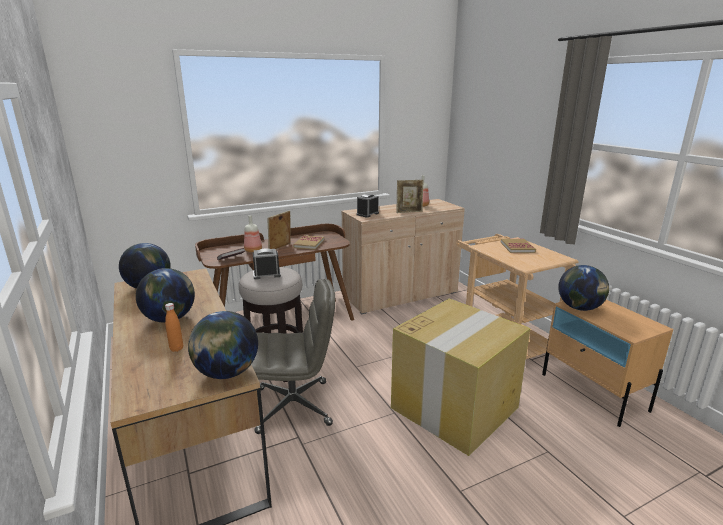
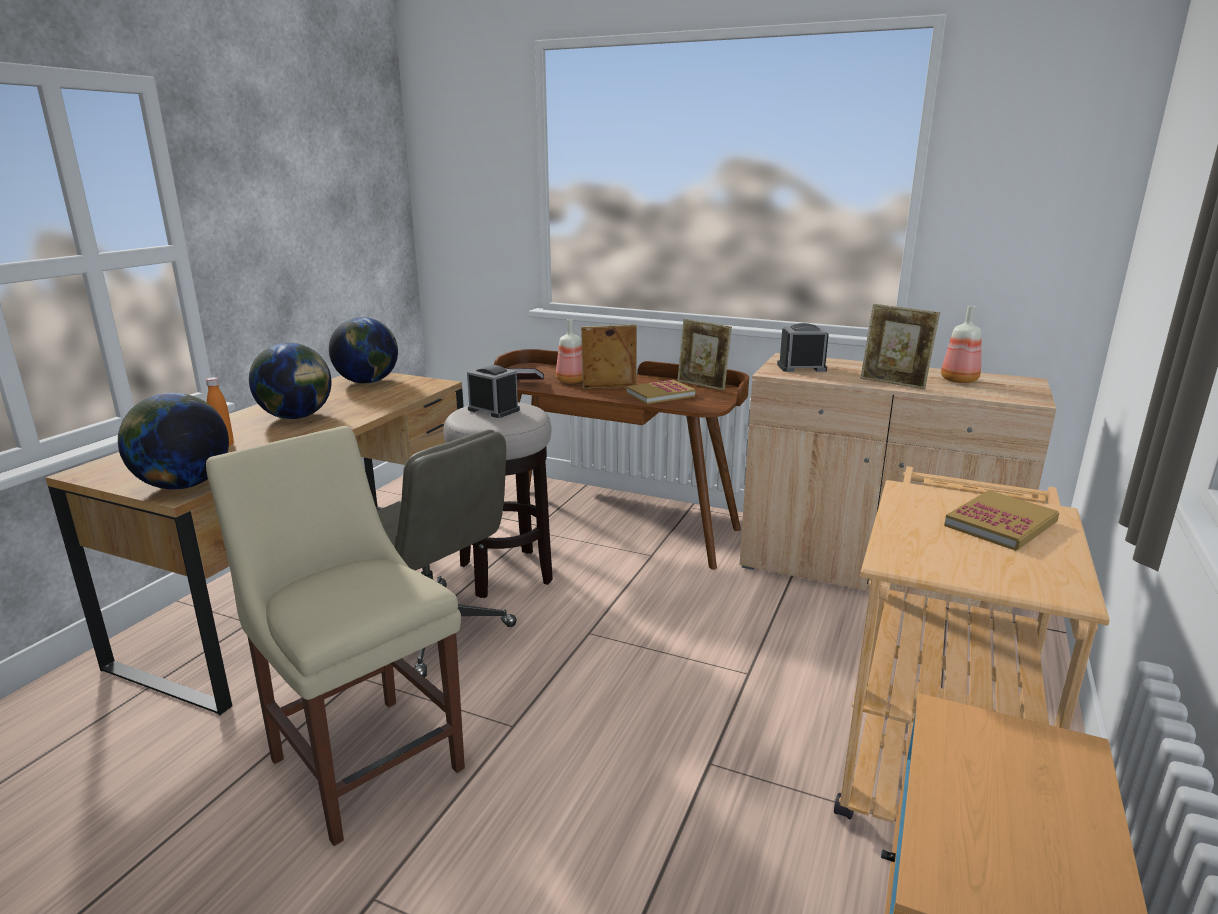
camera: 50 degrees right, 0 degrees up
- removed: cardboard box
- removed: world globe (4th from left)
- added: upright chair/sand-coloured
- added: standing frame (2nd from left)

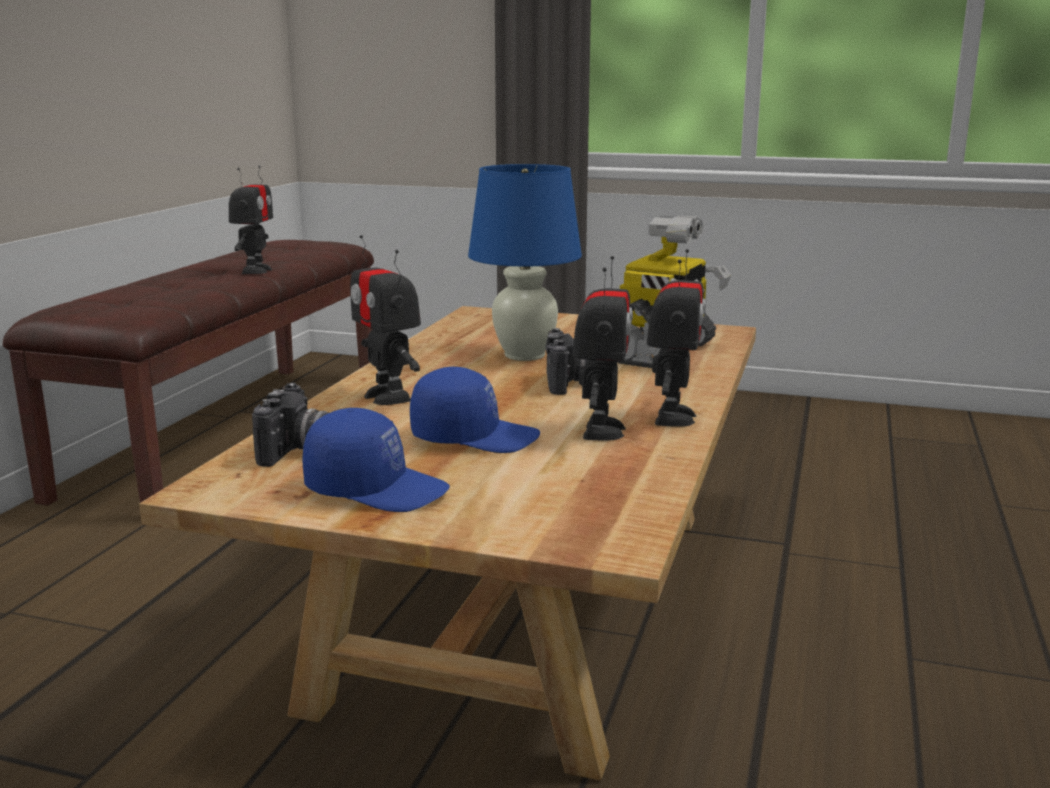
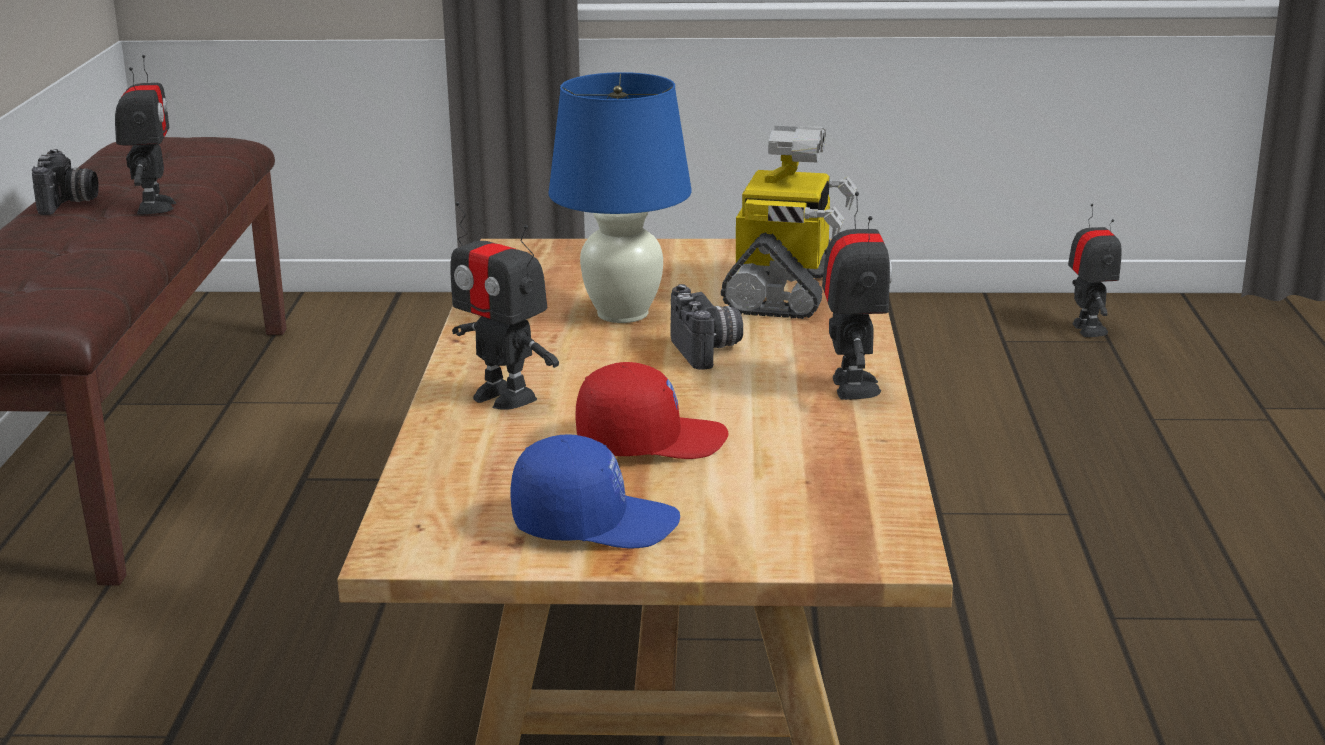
camera: 15 degrees left, 5 degrees up
- moved: still camera (1st from left)
- recoloured: peaked cap/blue (2nd from left) to peaked cap/red-coloured
- moved: toy robot (3rd from left in the first image) to toy robot (5th from left)

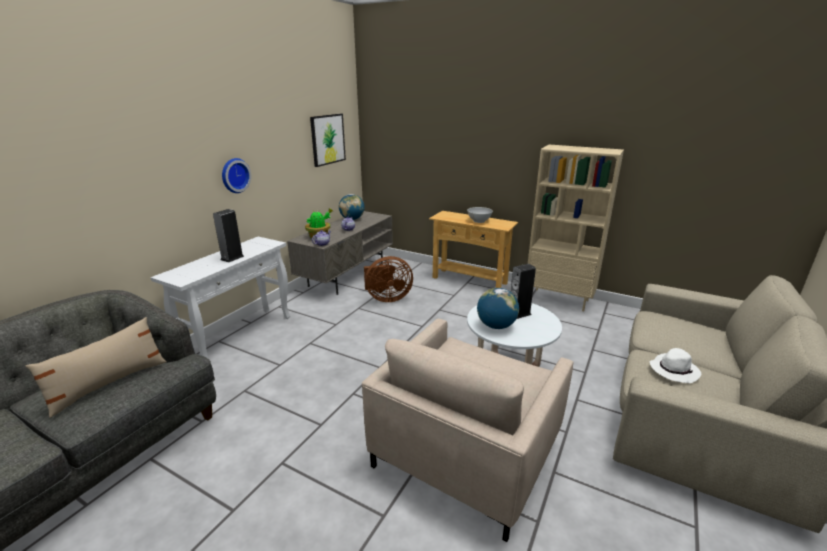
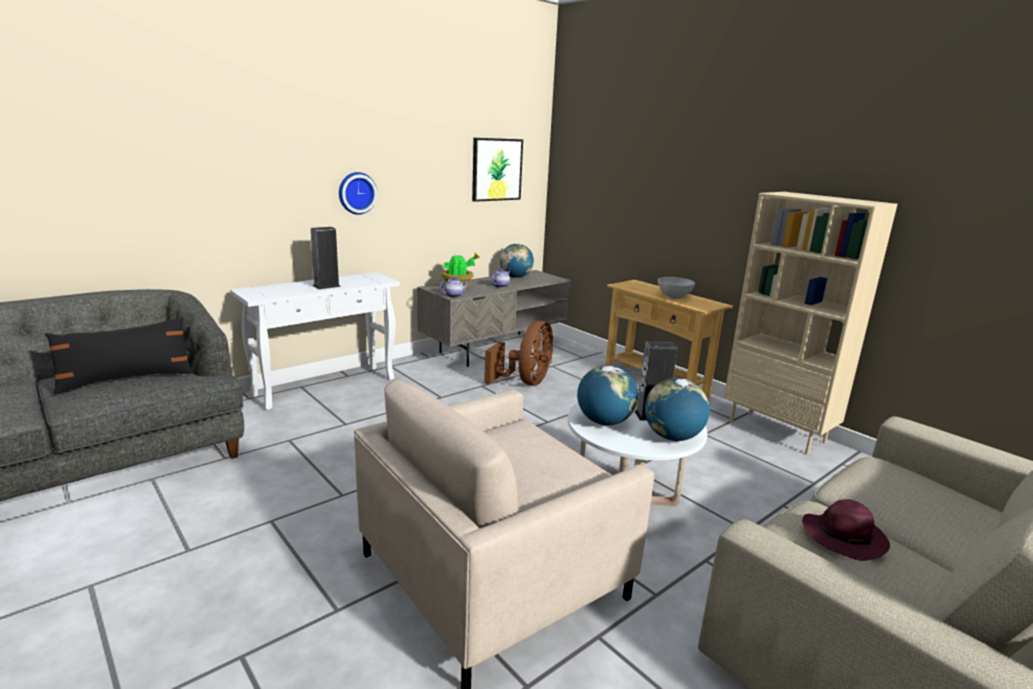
camera: 20 degrees right, 5 degrees down
- recoloured: pillow/sand-coloured to pillow/black-coloured
- turned: electric fan/brown-coloured 75 degrees counterclockwise
- recoloured: hat/white to hat/purple-coloured
- added: world globe (3rd from left)

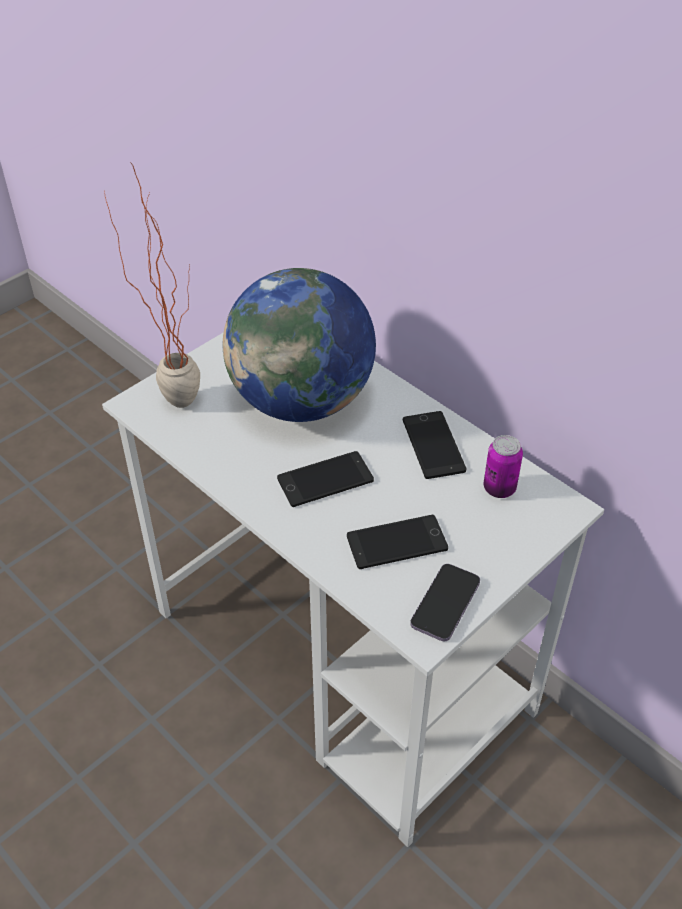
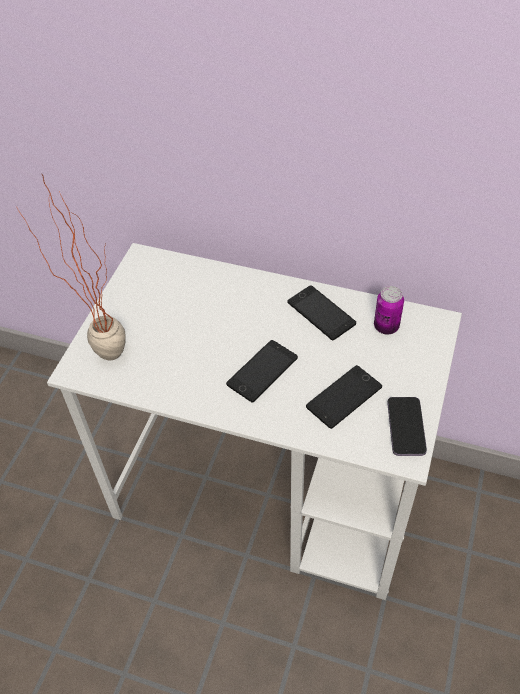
camera: 25 degrees left, 5 degrees up
- removed: world globe

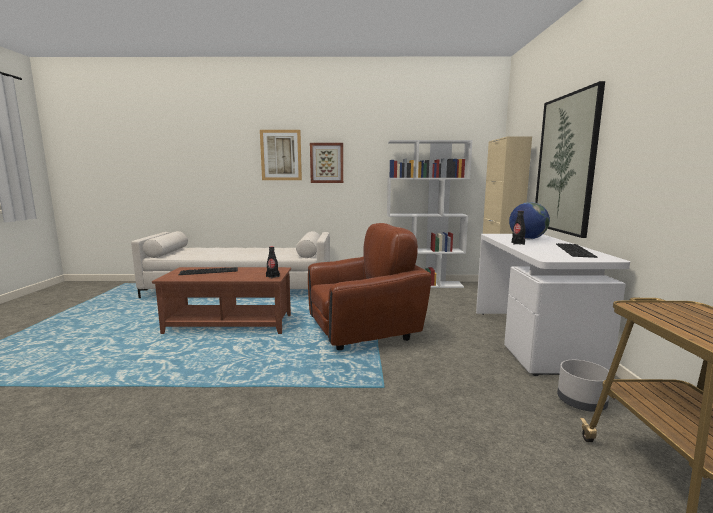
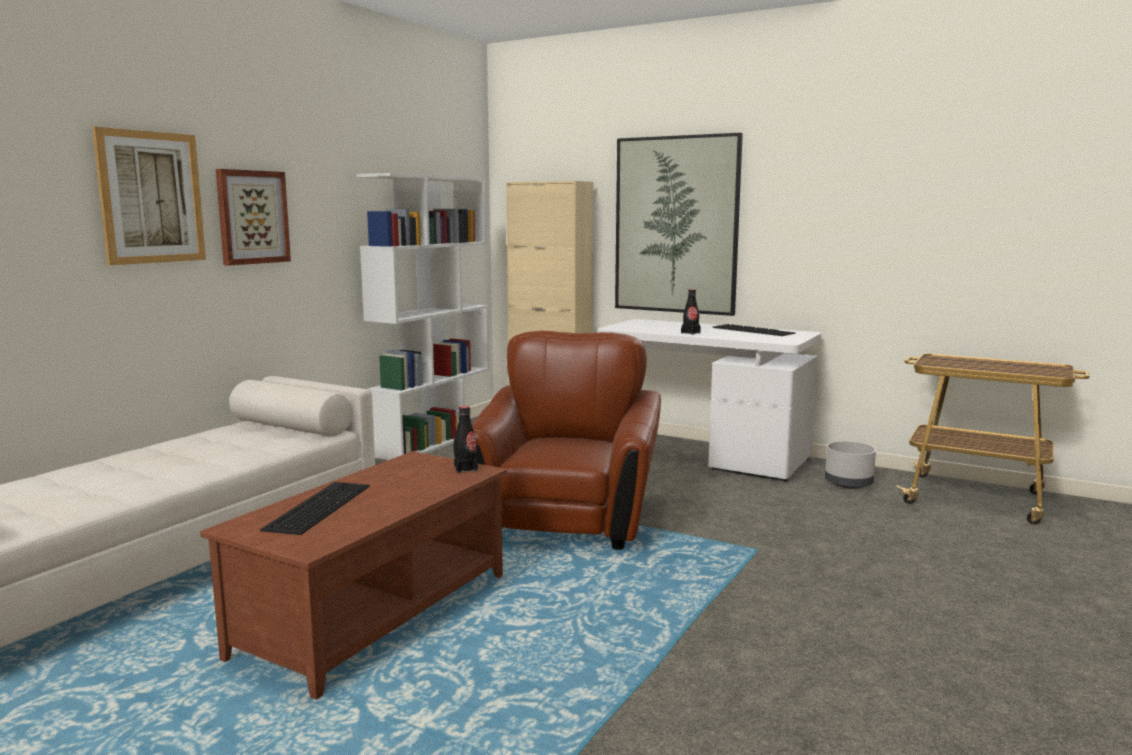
camera: 60 degrees left, 0 degrees up
- removed: world globe

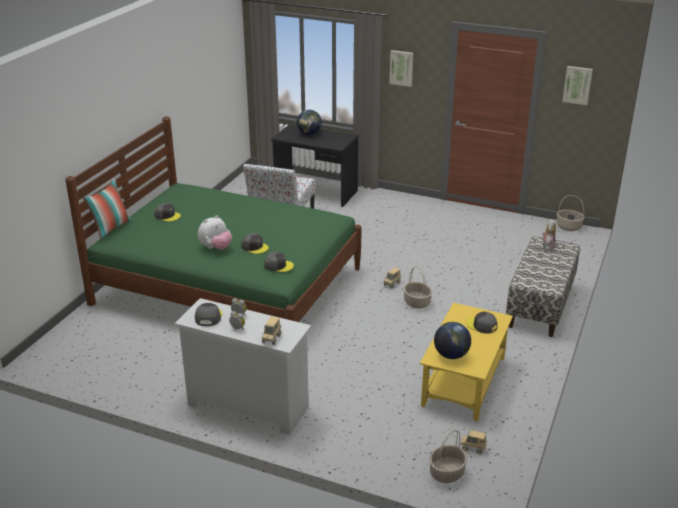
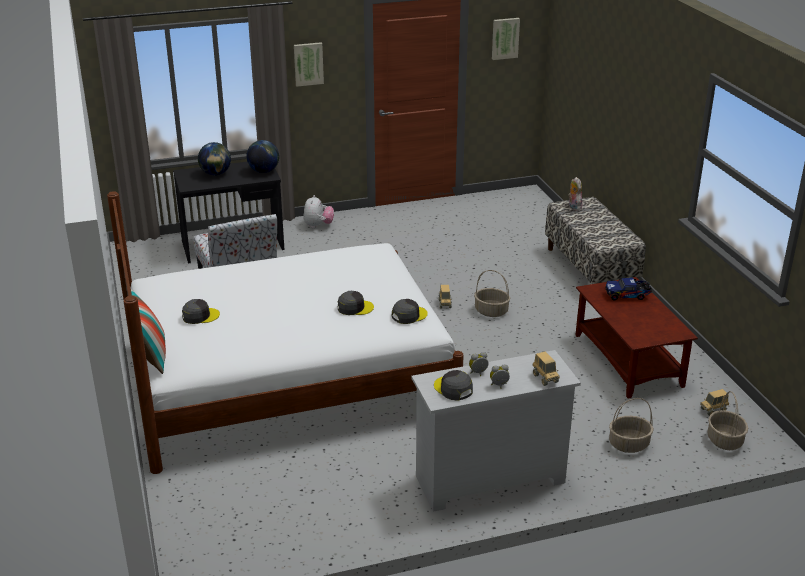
camera: 40 degrees left, 0 degrees up
- recoloured: bedroom bed/greenish to bedroom bed/white
- moved: plush toy (1st from left)
- recoloured: lounge table/yellow to lounge table/brown-coloured
- moved: world globe (2nd from left)
- replaced: peaked cap/greyish (5th from left) to model truck (3rd from left)
- moved: household basket (3rd from left in the first image) to household basket (2nd from left)

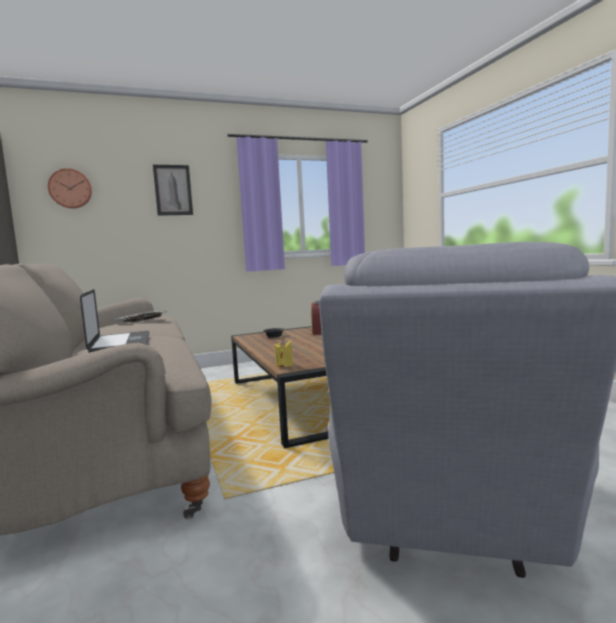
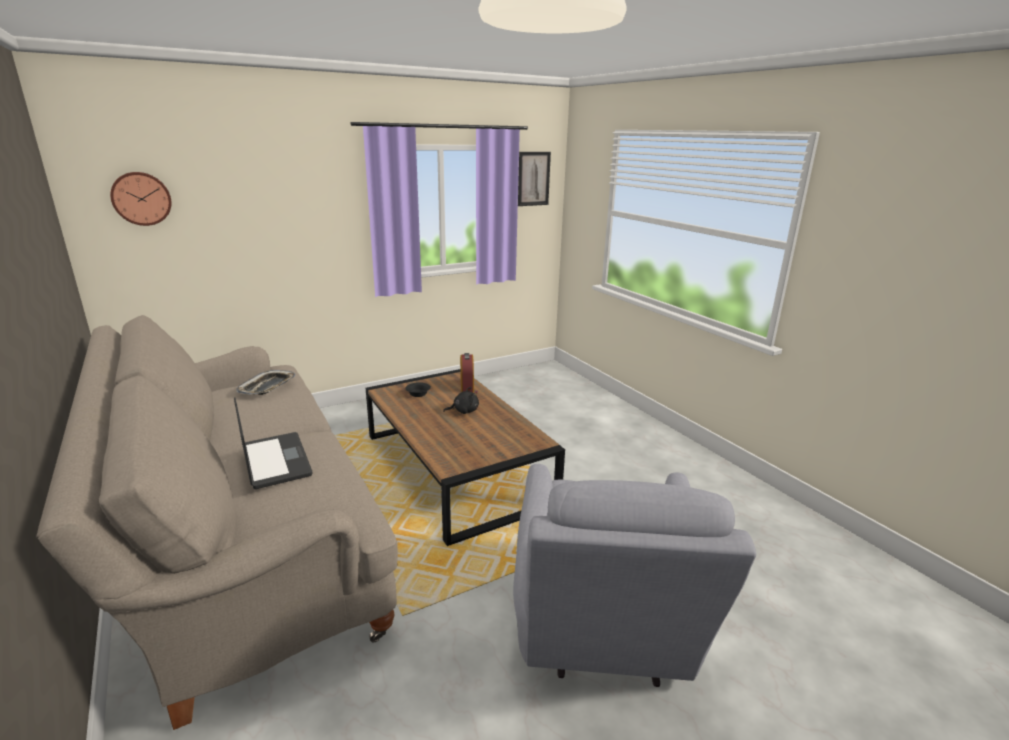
camera: 10 degrees left, 15 degrees up
- moved: picture
- removed: wax candle/yellow
- added: plush toy/black-coloured

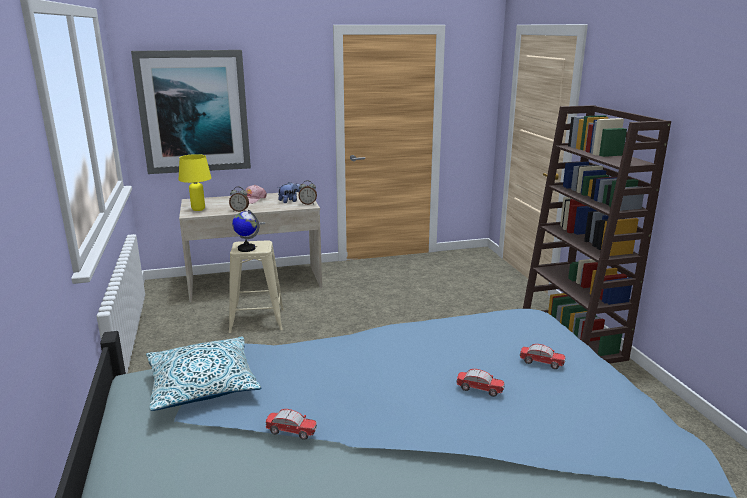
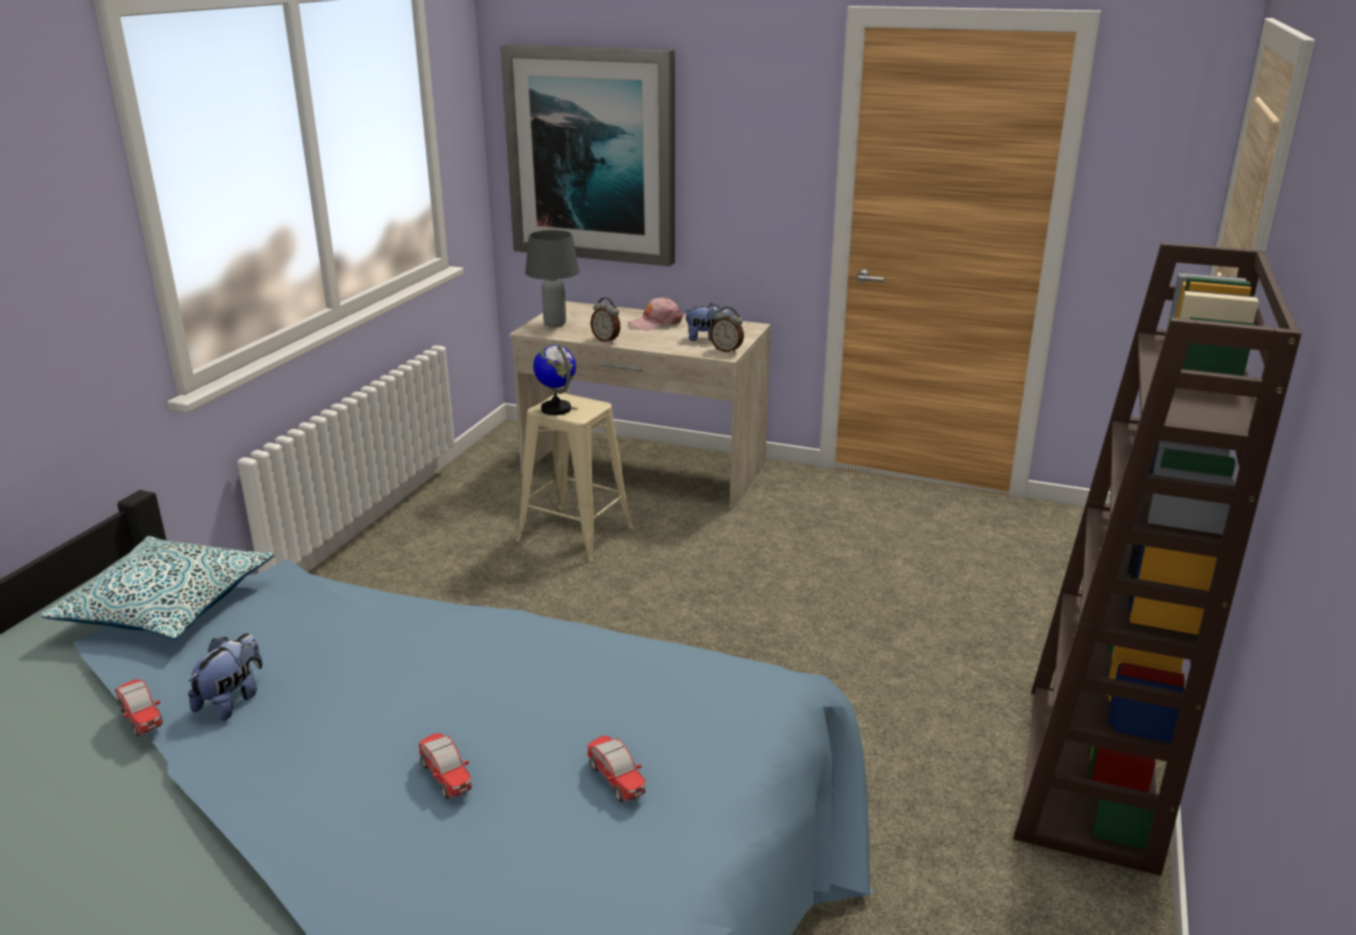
camera: 35 degrees right, 5 degrees up
- recoloured: table lamp/yellow to table lamp/greyish
- added: plush toy (1st from left)

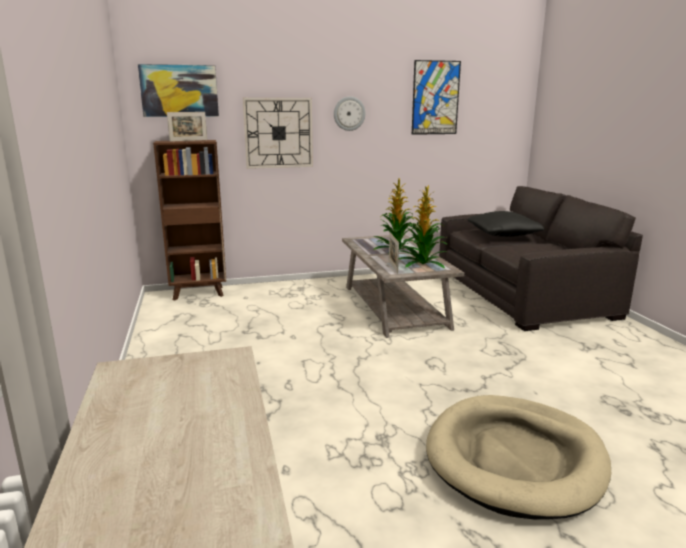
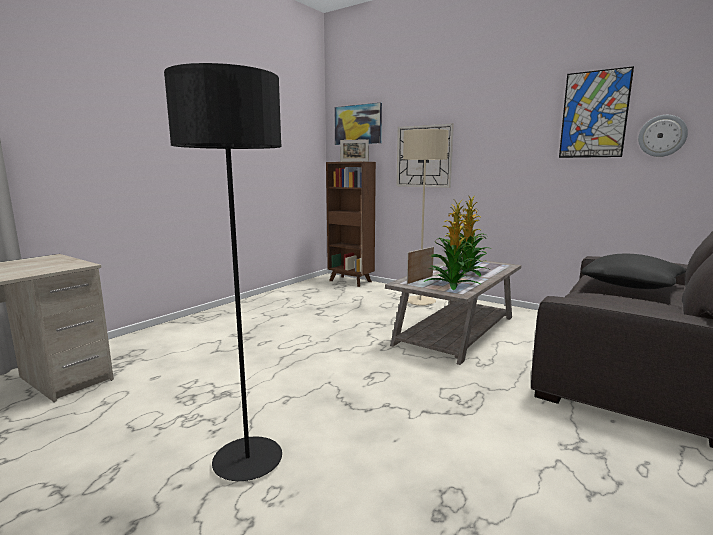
camera: 50 degrees right, 5 degrees down
- moved: clock on the wall (2nd from left)
- replaced: pet bed/sand-coloured to floor lamp/black-coloured
- added: floor lamp/sand-coloured

